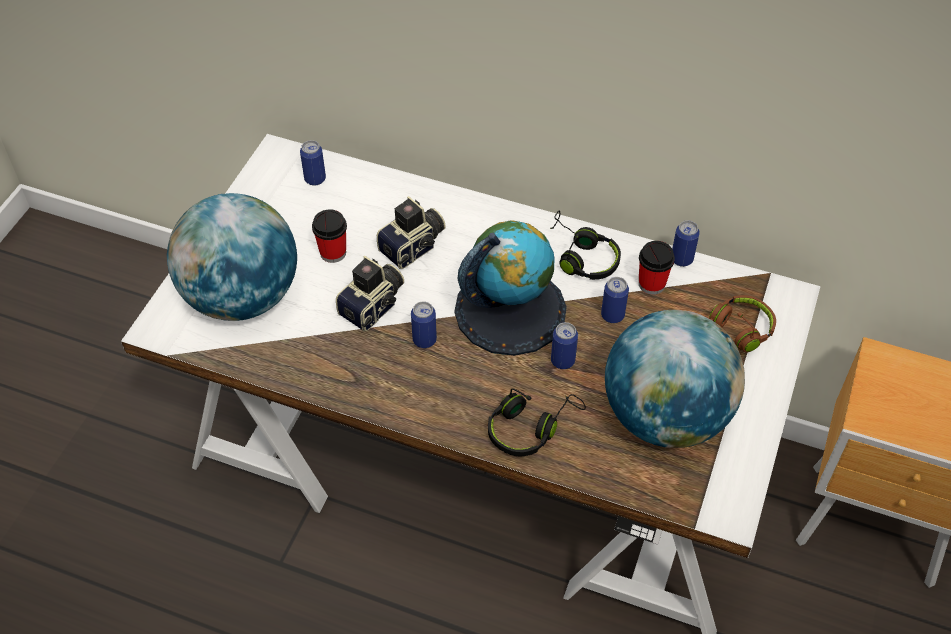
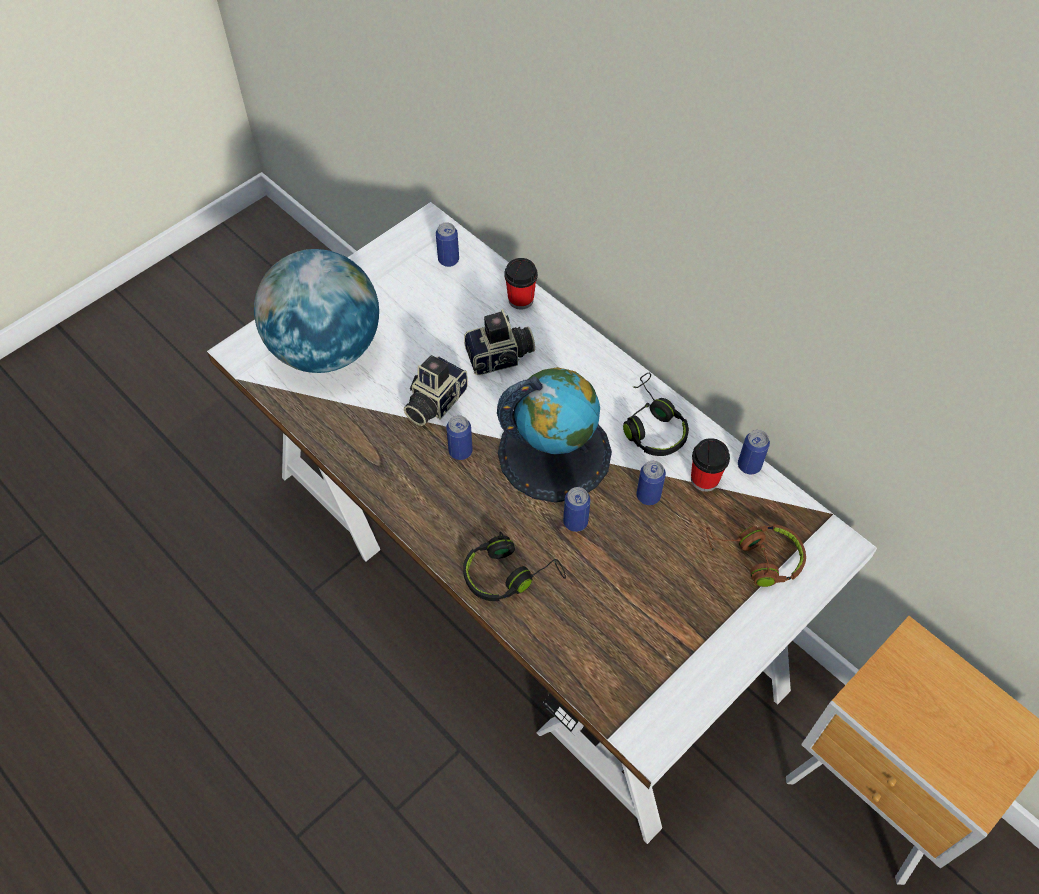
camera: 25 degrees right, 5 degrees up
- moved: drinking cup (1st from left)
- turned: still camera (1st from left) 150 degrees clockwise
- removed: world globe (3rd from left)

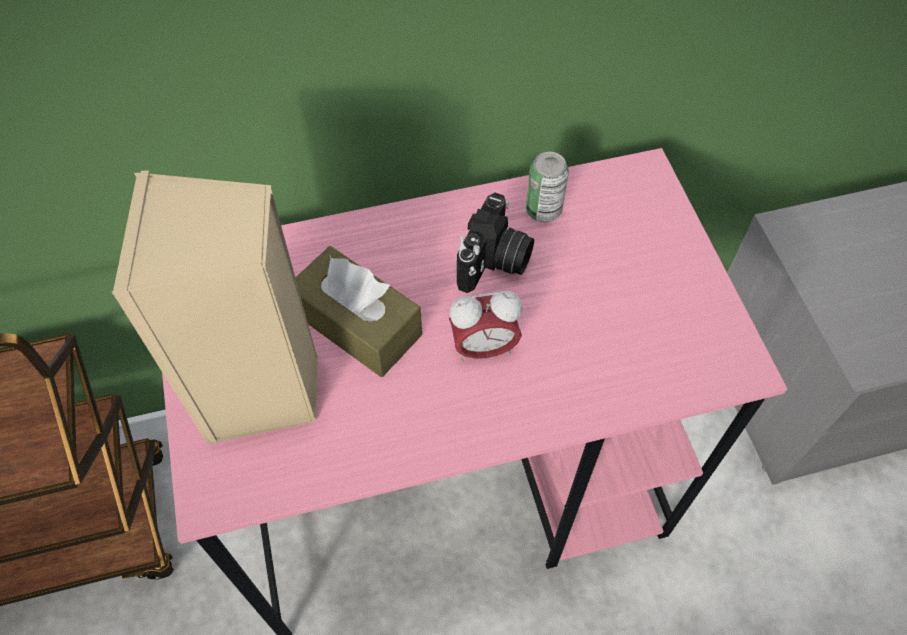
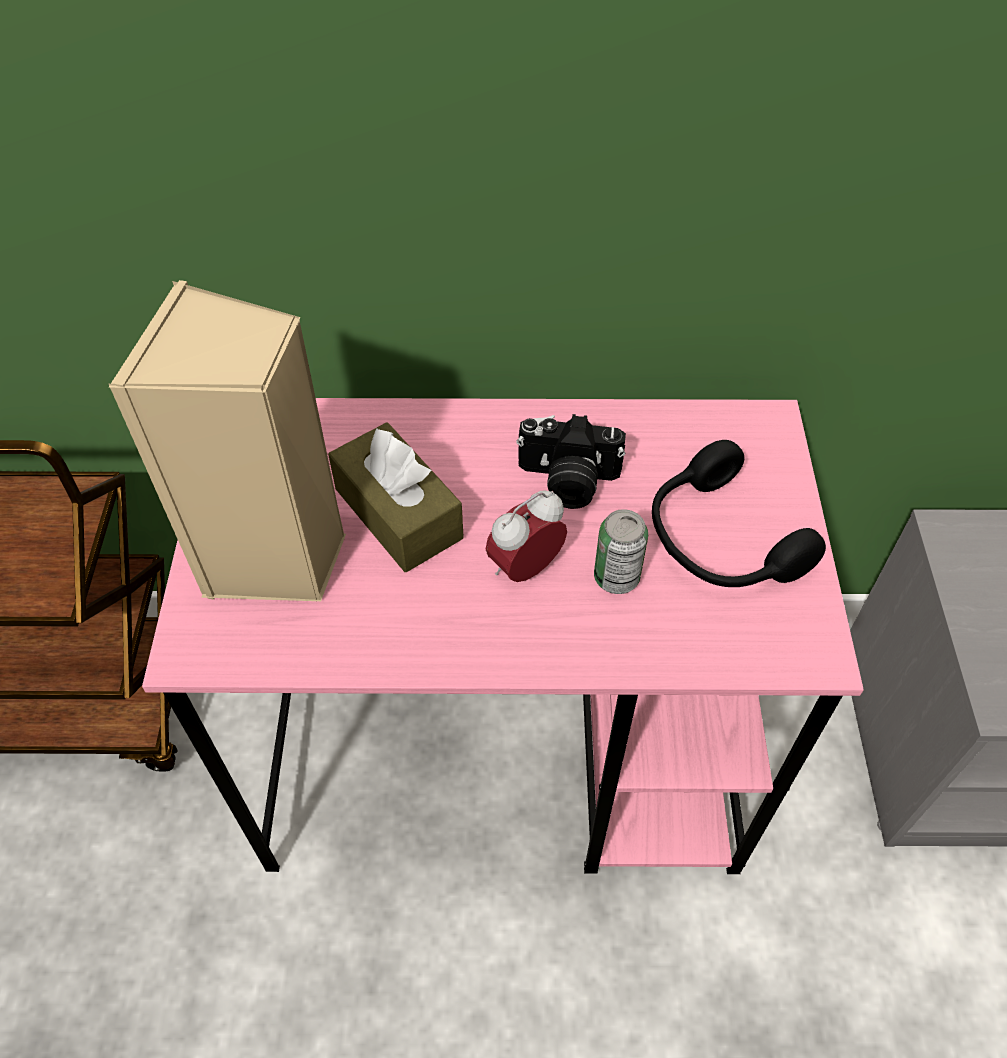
camera: 15 degrees right, 5 degrees down
- turned: alarm clock 135 degrees clockwise
- turned: still camera 60 degrees clockwise
- moved: can
- added: headphones/black-coloured

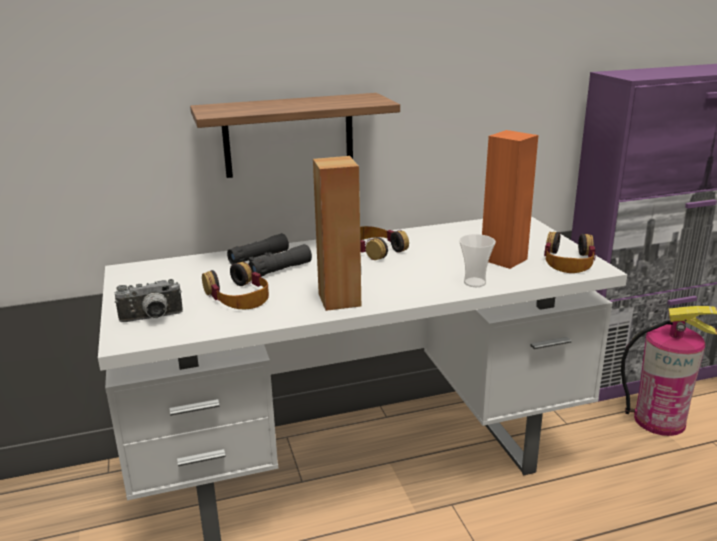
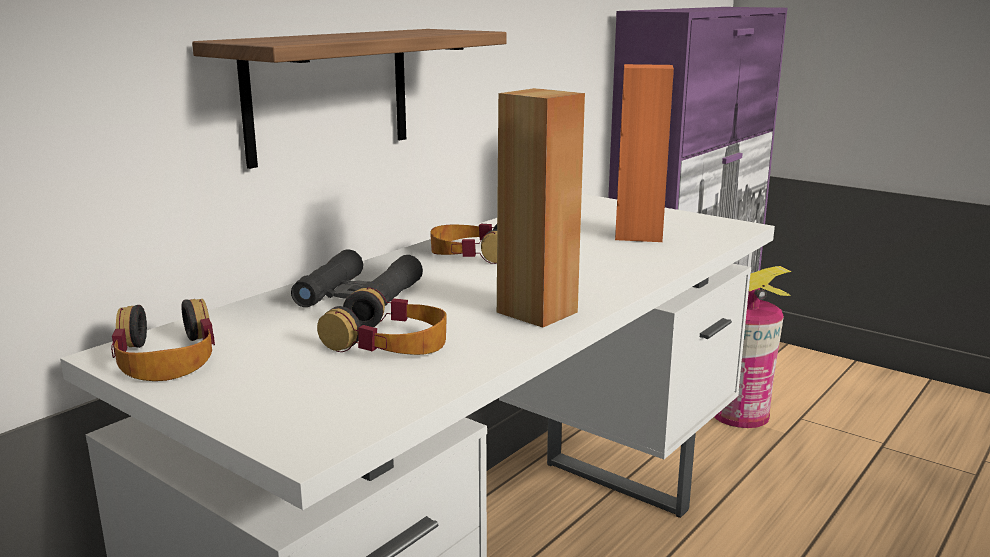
camera: 35 degrees left, 5 degrees down
- removed: still camera
- removed: drinking cup
- moved: headphones (3rd from left in the first image) to headphones (1st from left)

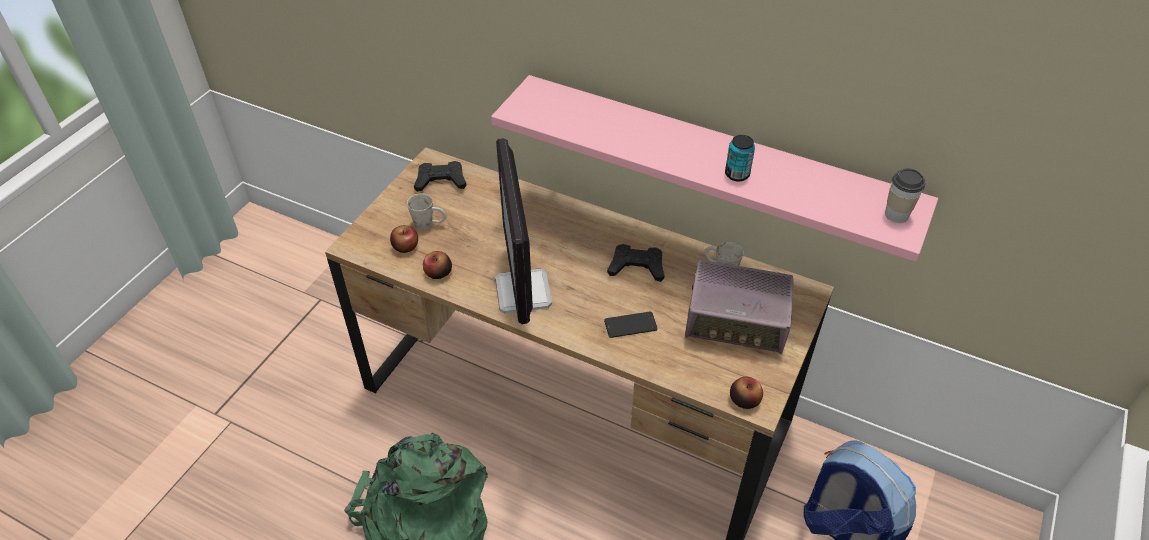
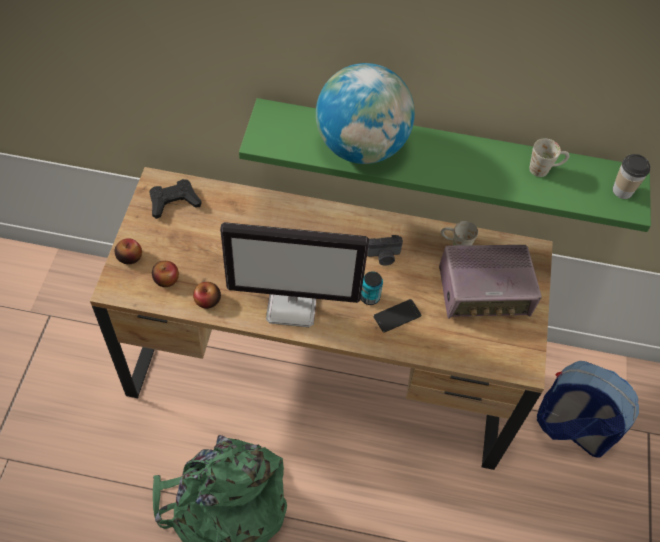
camera: 20 degrees left, 10 degrees up
- moved: coffee mug/white (1st from left in the first image) to coffee mug/white (2nd from left)
- recoloured: shelf/pinkish to shelf/greenish
- turned: computer screen 60 degrees counterclockwise
- replaced: gamepad/black-coloured (2nd from left) to still camera
- moved: can
- moved: apple fruit (3rd from left in the first image) to apple fruit (1st from left)
- added: world globe

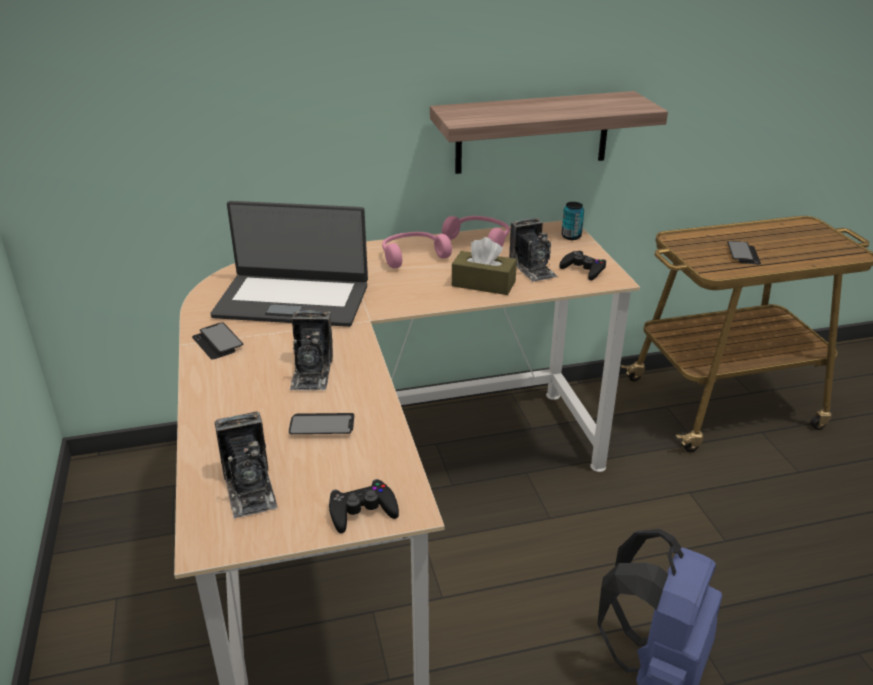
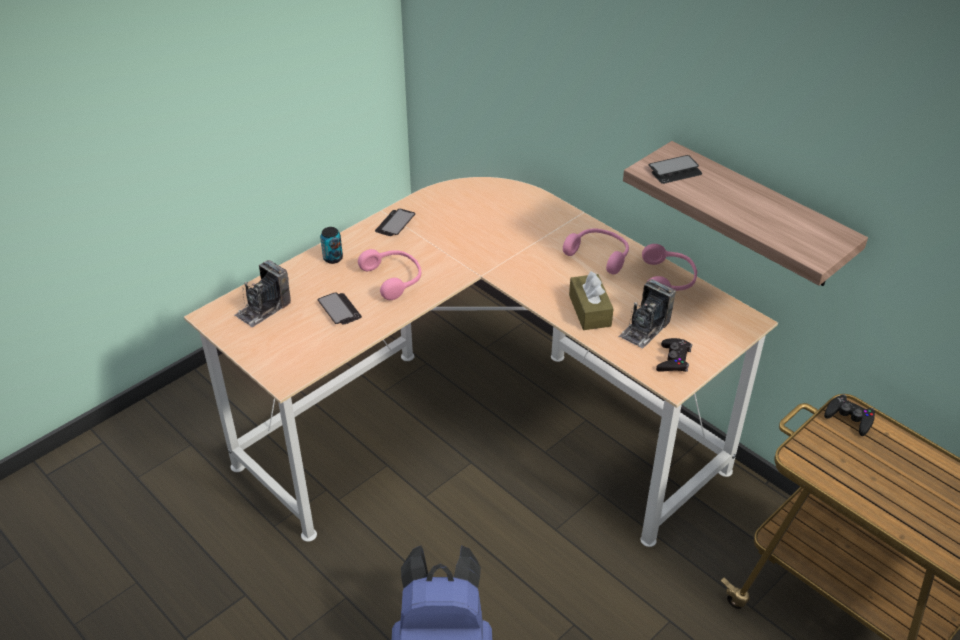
camera: 60 degrees right, 10 degrees up
- removed: laptop
- replaced: still camera (2nd from left) to headphones/pinkish (1st from left)
- moved: gamepad/black-coloured (1st from left in the first image) to gamepad/black-coloured (2nd from left)
- moved: can
- moved: phone (3rd from left)

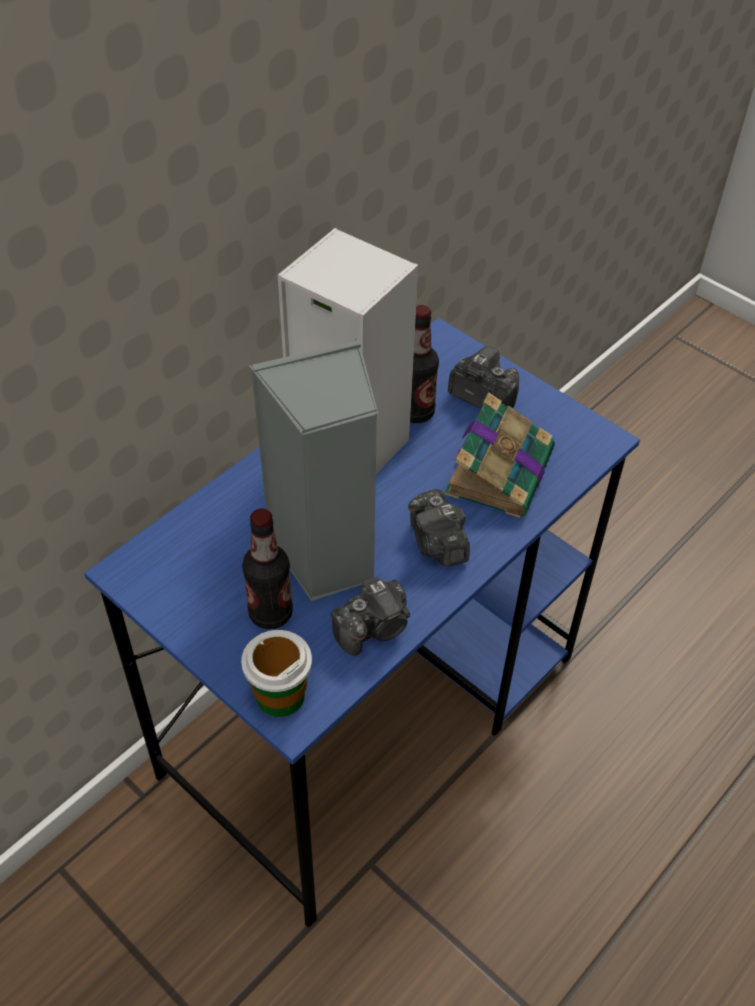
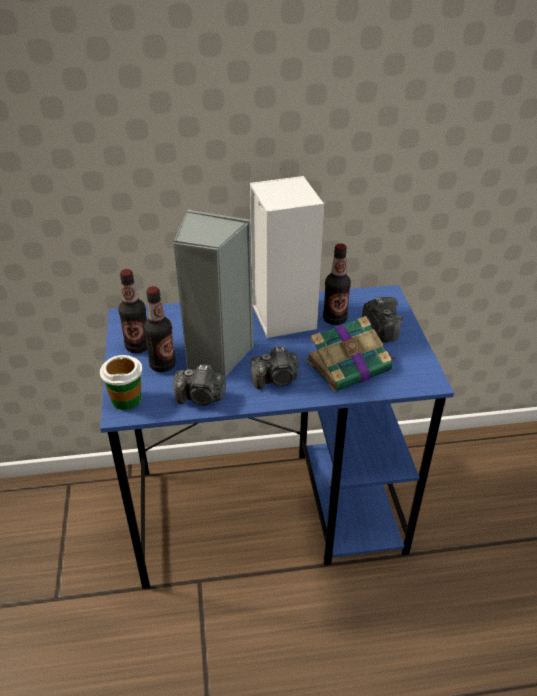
camera: 40 degrees right, 10 degrees down
- turned: still camera (2nd from left) 120 degrees counterclockwise
- added: beverage bottle (1st from left)

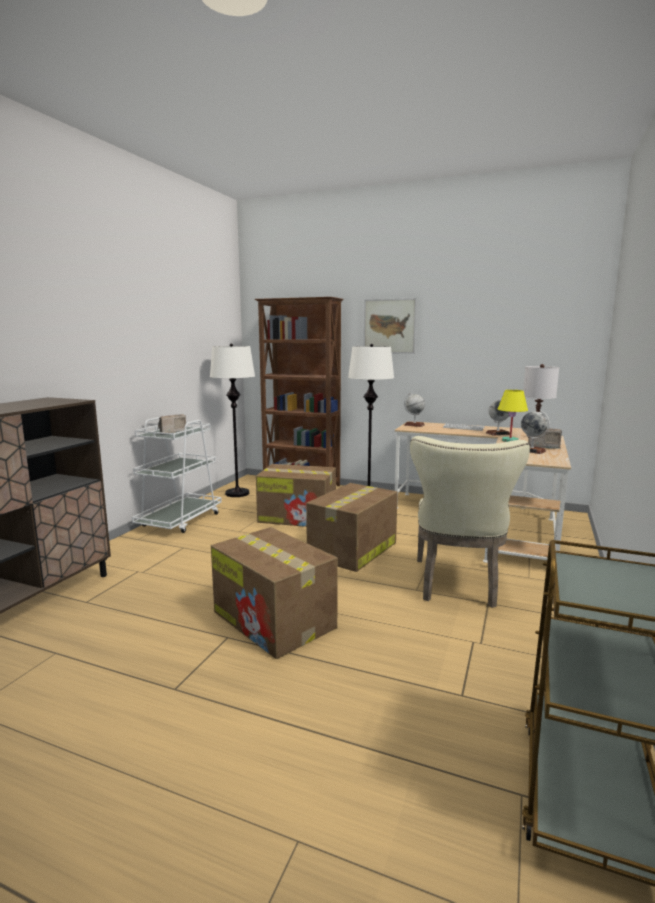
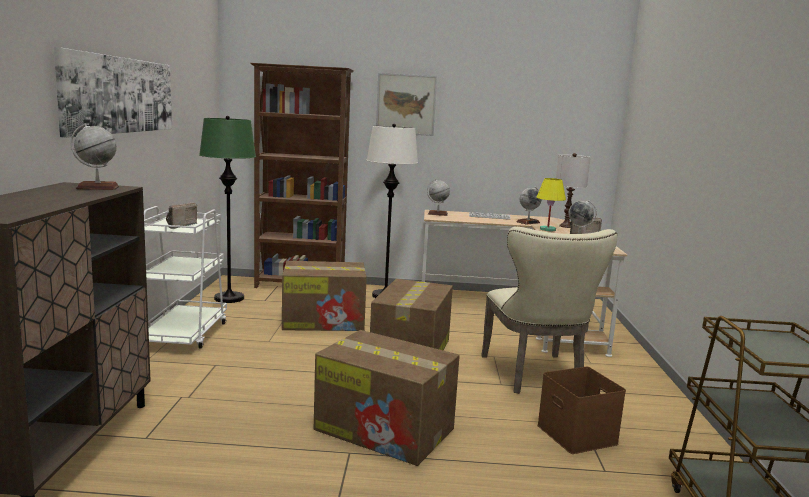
camera: 20 degrees left, 0 degrees up
- recoloured: floor lamp/white (1st from left) to floor lamp/greenish
- added: picture (1st from left)
- added: world globe (1st from left)
- added: storage bin/brown-coloured

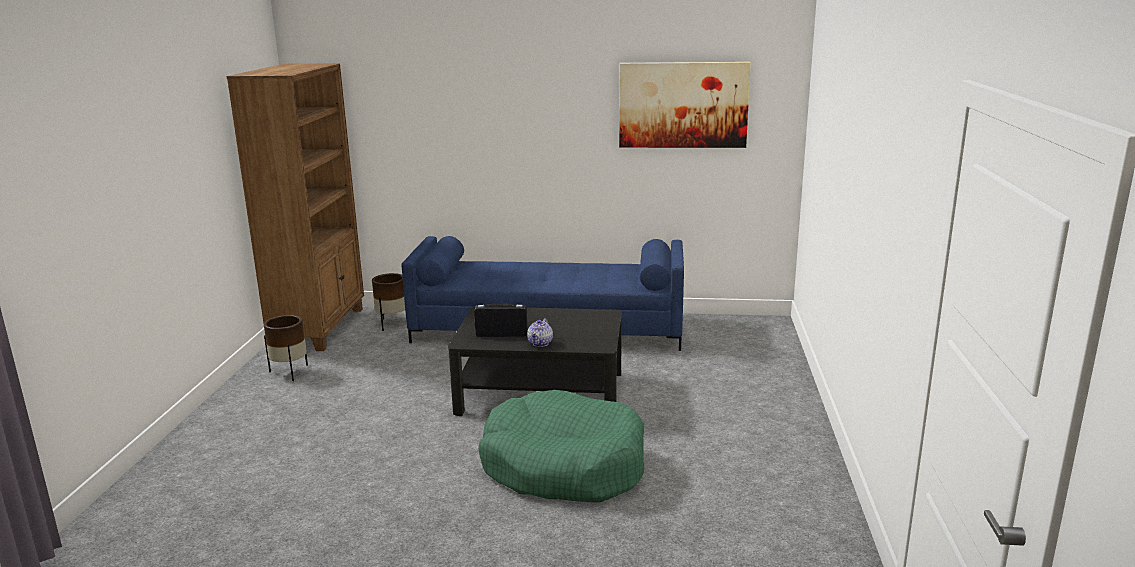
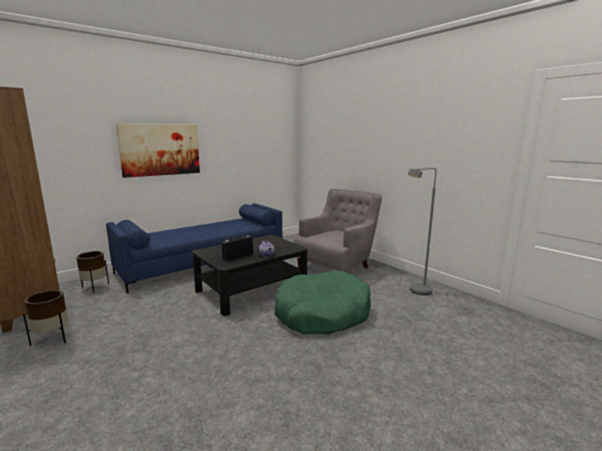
camera: 45 degrees left, 5 degrees down
- moved: picture
- added: armchair/greyish
- added: floor lamp/greyish

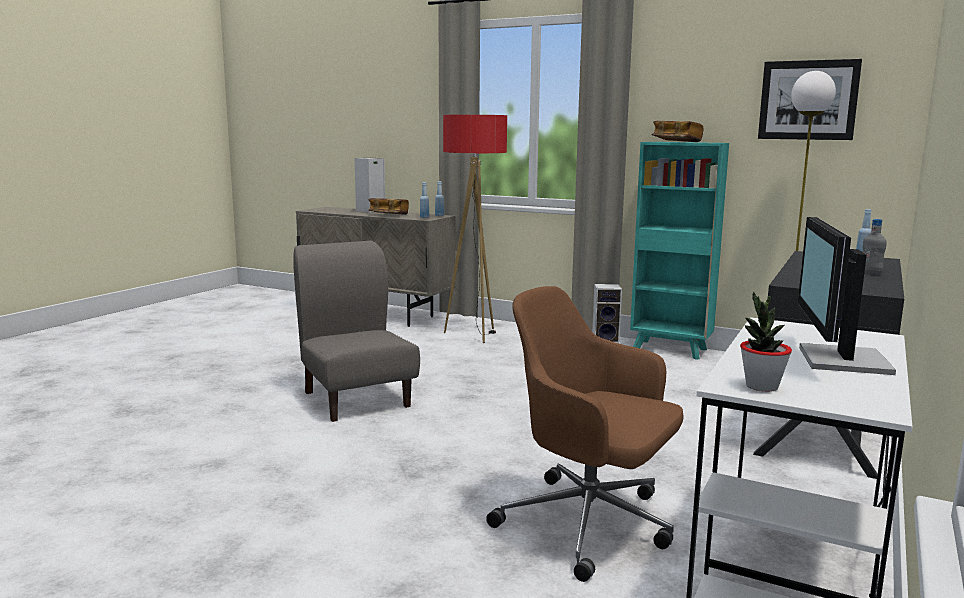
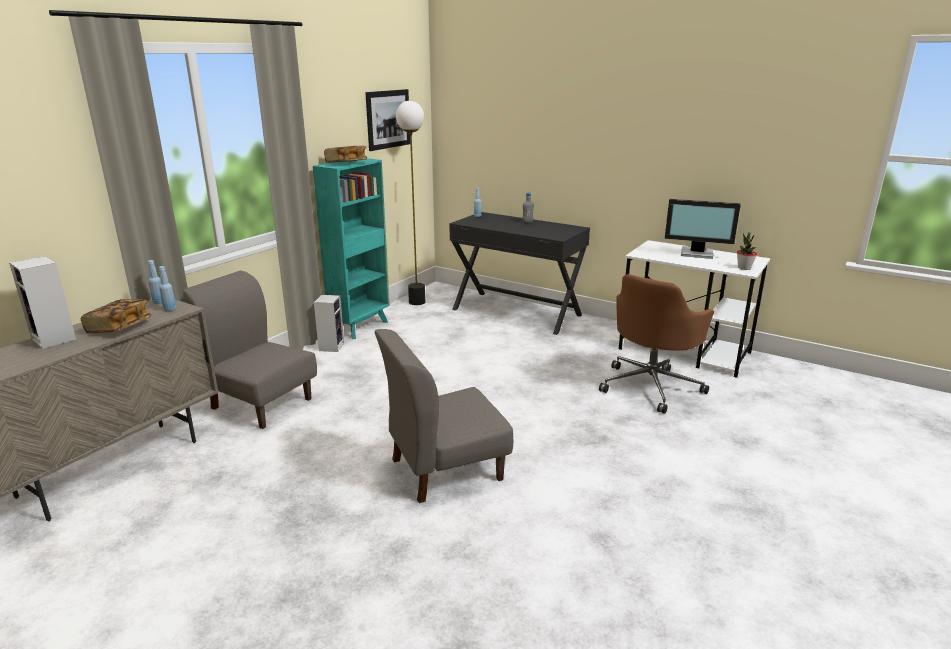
camera: 85 degrees left, 10 degrees up
- replaced: floor lamp (1st from left) to upright chair/greyish (1st from left)

